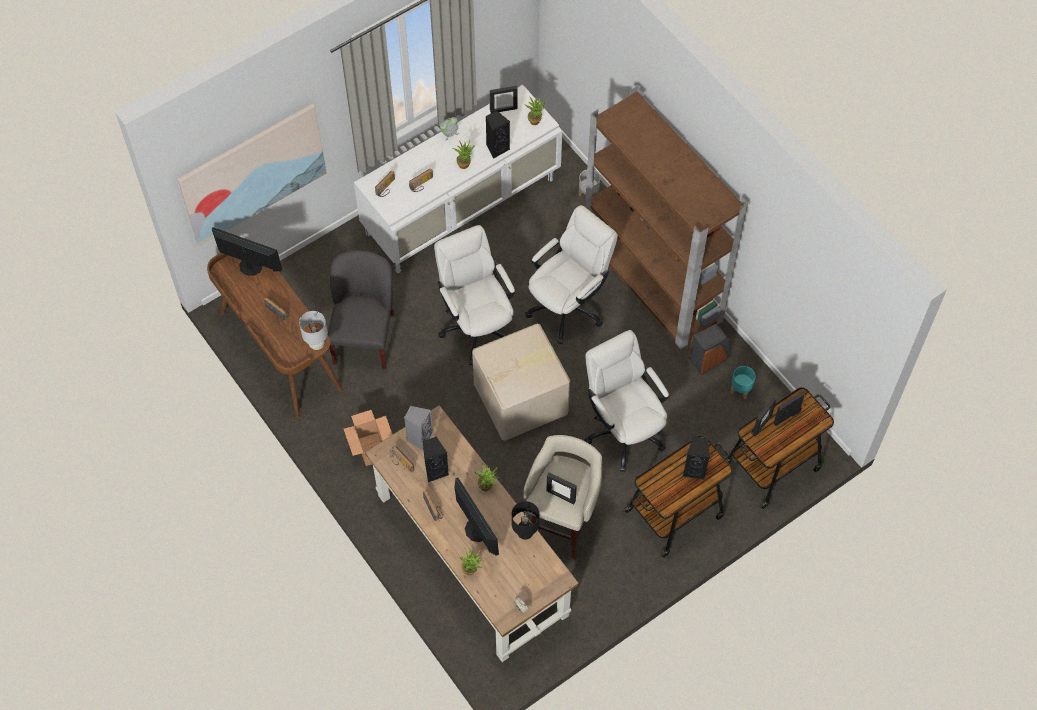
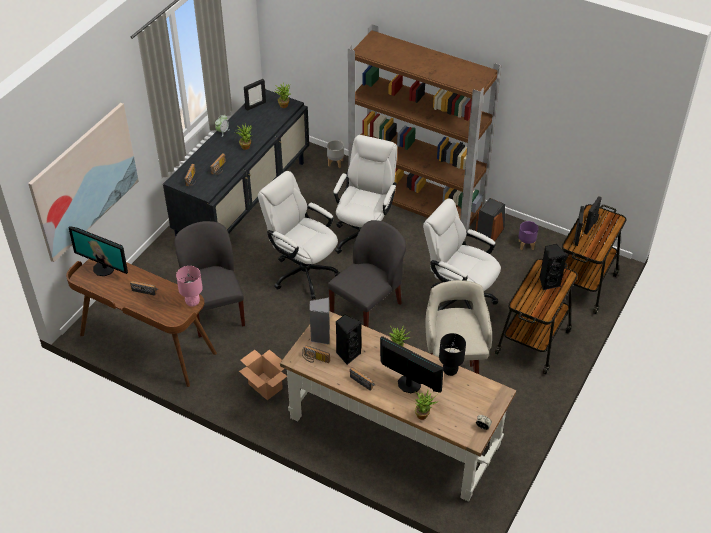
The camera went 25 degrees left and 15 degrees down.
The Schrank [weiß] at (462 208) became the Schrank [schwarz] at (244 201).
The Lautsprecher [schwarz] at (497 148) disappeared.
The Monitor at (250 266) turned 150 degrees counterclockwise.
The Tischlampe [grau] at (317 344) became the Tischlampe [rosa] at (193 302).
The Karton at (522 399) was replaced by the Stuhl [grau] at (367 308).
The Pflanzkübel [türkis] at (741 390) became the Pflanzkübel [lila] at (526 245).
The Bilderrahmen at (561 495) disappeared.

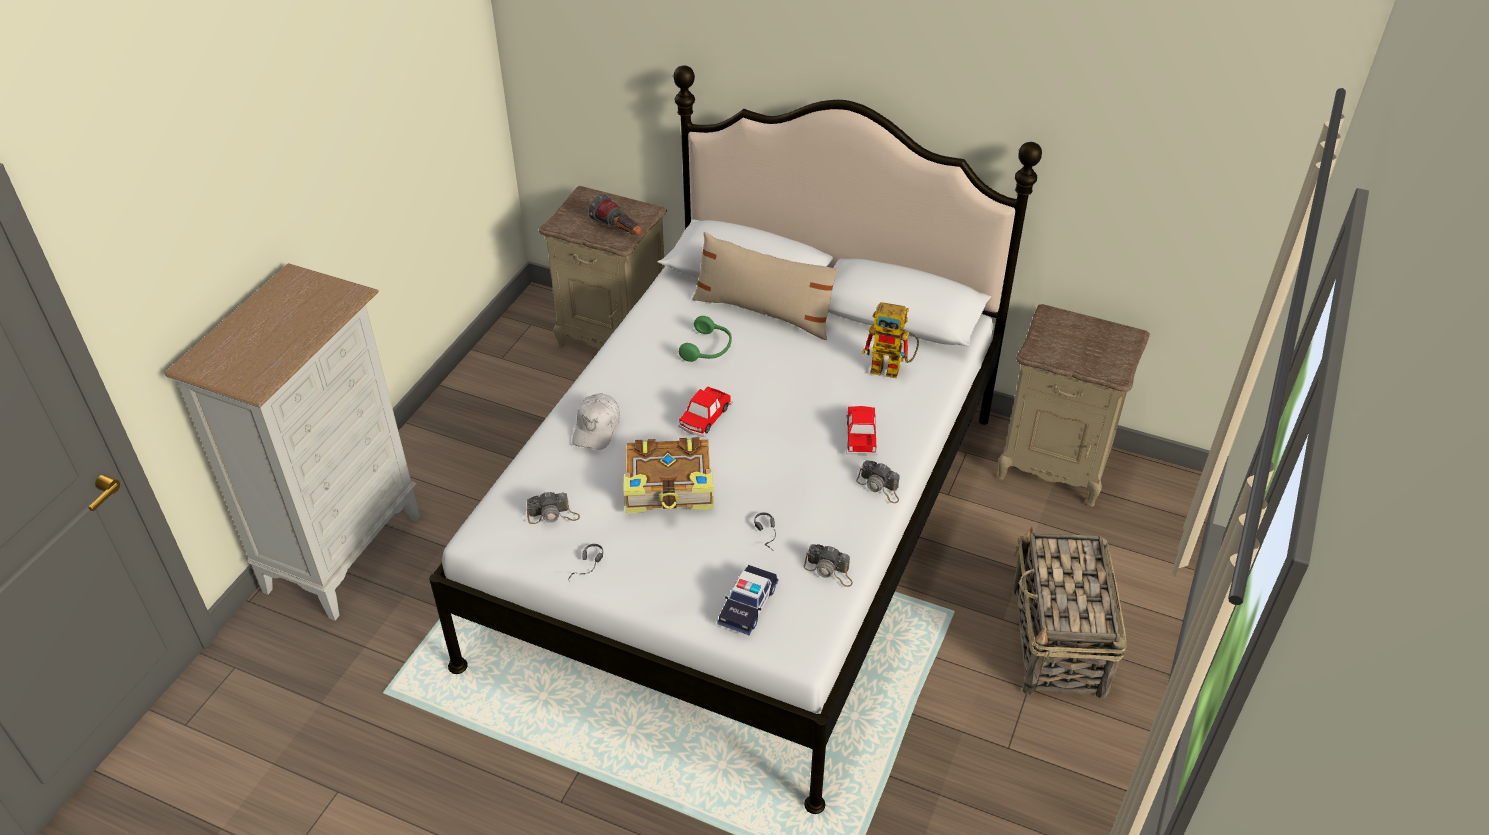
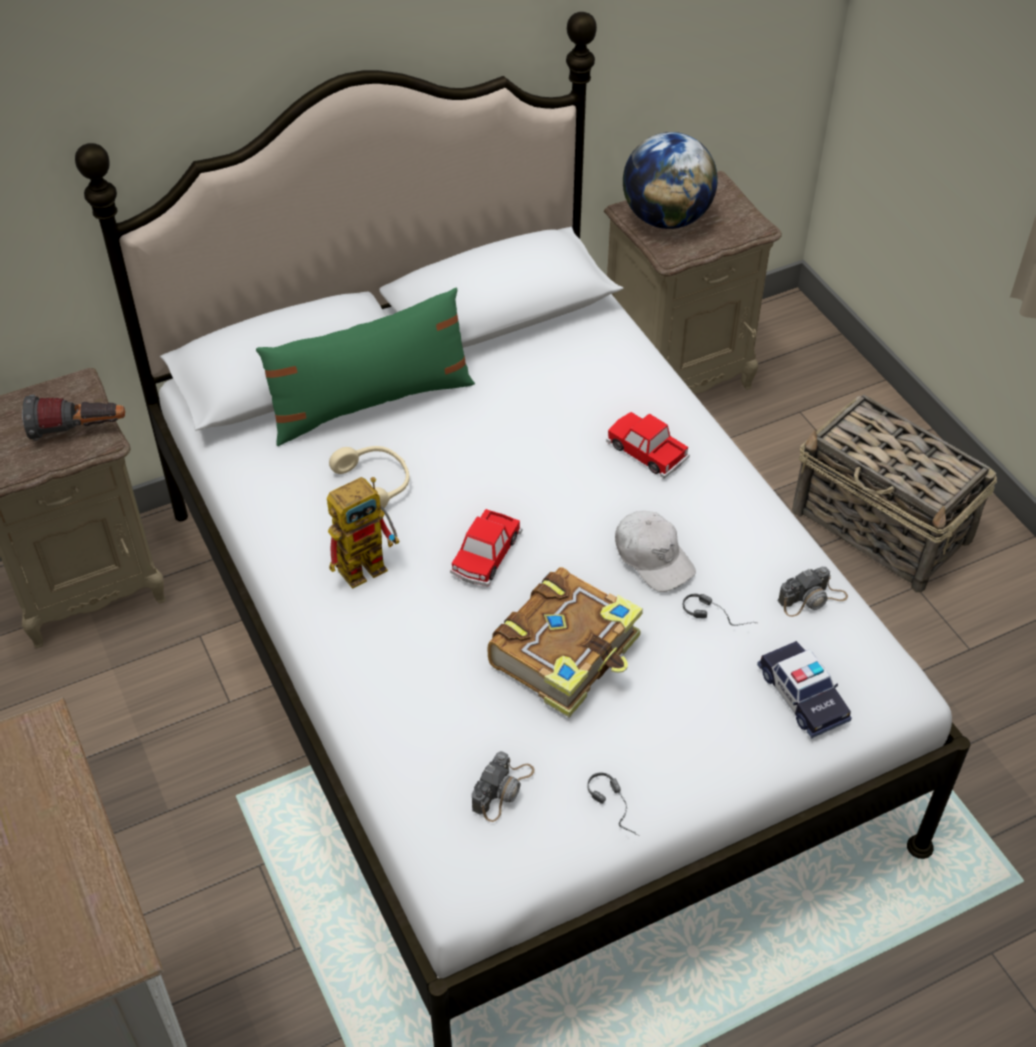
The camera went 50 degrees left and 5 degrees up.
The Kissen [beige] at (763 312) became the Kissen [grün] at (371 403).
The Spielzeugroboter moved from (892 368) to (369 562).
The Kopfhörer [grün] at (708 348) became the Kopfhörer [beige] at (375 483).
The Spielzeugauto at (705 417) turned 45 degrees clockwise.
The Kappe [weiß] moved from (597 428) to (653 558).
The Kamera at (879 487) disappeared.
The Globus at (666 218) appeared.

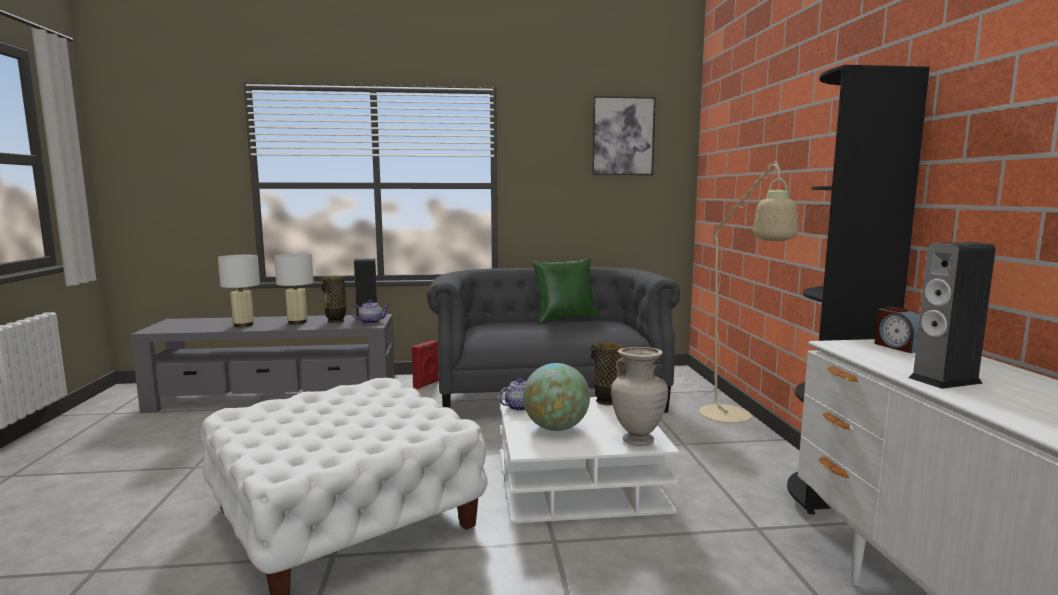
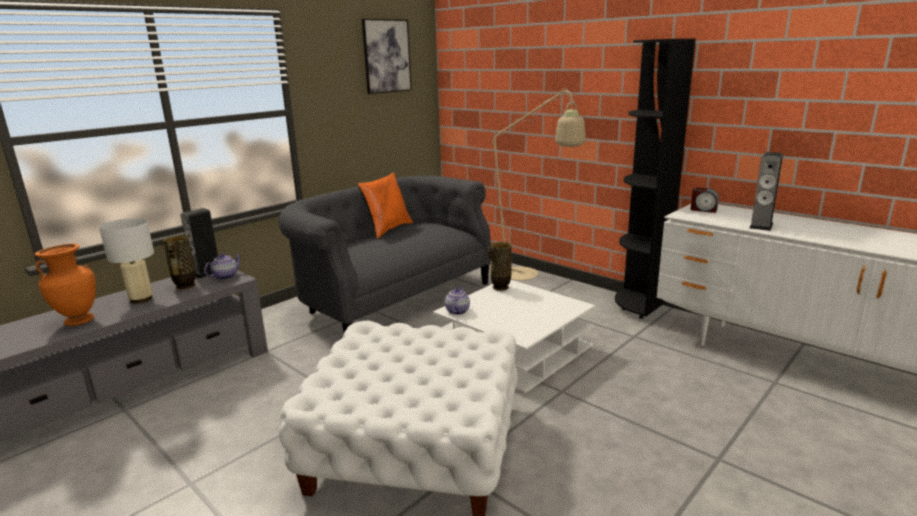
The camera went 40 degrees left and 10 degrees up.
The Tischlampe [weiß] at (244 325) was replaced by the Vase [orange] at (79 321).
The Kissen [grün] at (565 319) became the Kissen [orange] at (388 229).
The Lautsprecher [rot] at (427 384) disappeared.
The Vase [beige] at (638 440) disappeared.
The Globus at (555 428) disappeared.

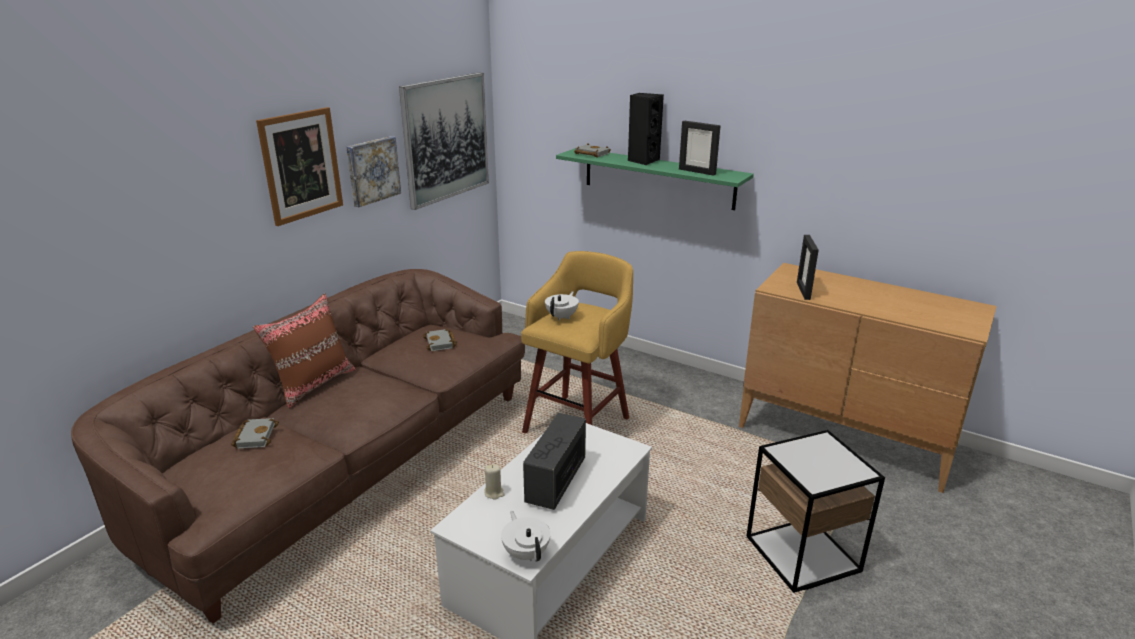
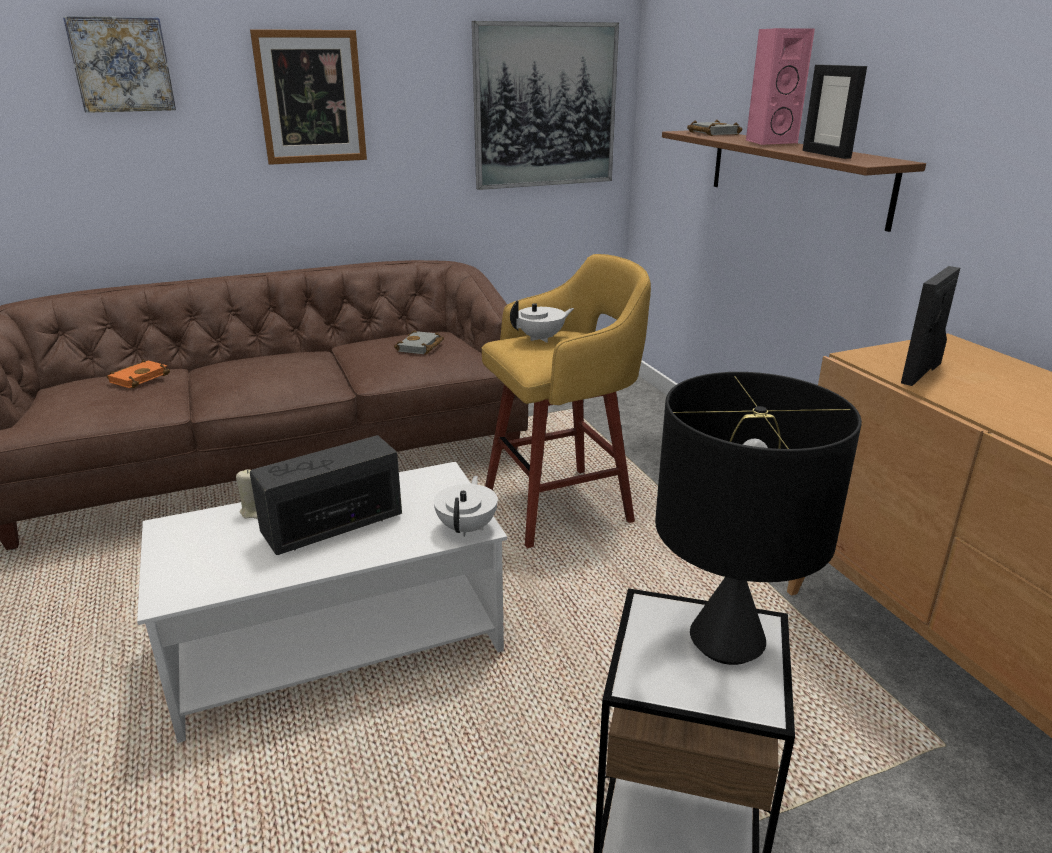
The camera went 35 degrees right and 0 degrees up.
The Lautsprecher [schwarz] at (643 161) became the Lautsprecher [rosa] at (769 142).
The Bild moved from (372 170) to (122 64).
The Wandregal [grün] at (658 178) became the Wandregal [braun] at (795 175).
The Kissen [braun] at (314 384) disappeared.
The Buch [grau] at (255 436) became the Buch [orange] at (139 377).
The Teekanne [weiß] moved from (526 552) to (467 527).
The Tischlampe [schwarz] at (726 644) appeared.

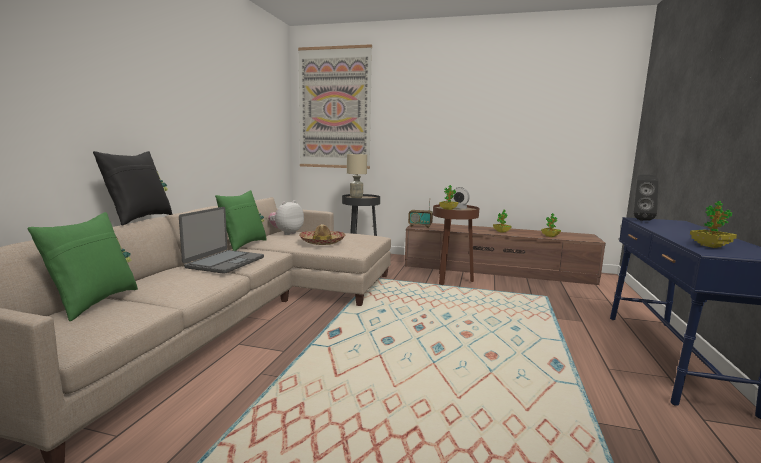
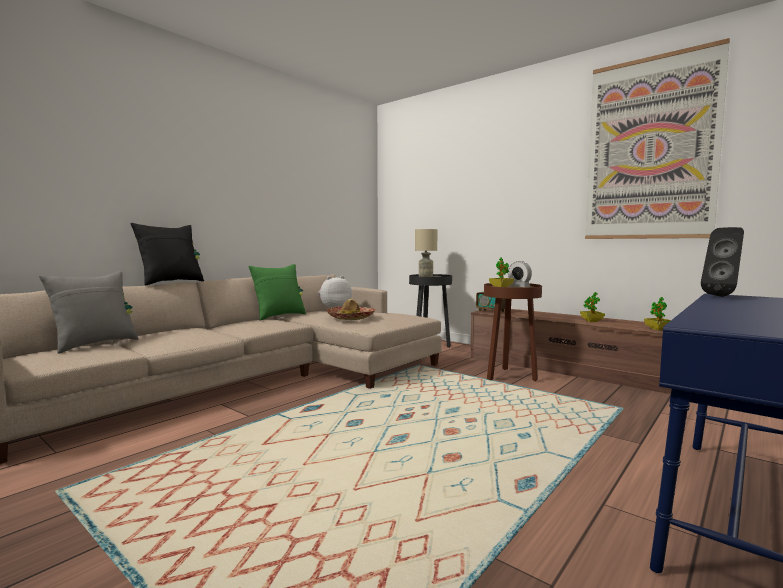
The camera went 25 degrees right and 5 degrees down.
The Bild moved from (334 108) to (650 149).
The Topfpflanze at (710 246) disappeared.
The Laptop at (224 262) disappeared.
The Kissen [grün] at (95 303) became the Kissen [grau] at (95 345).

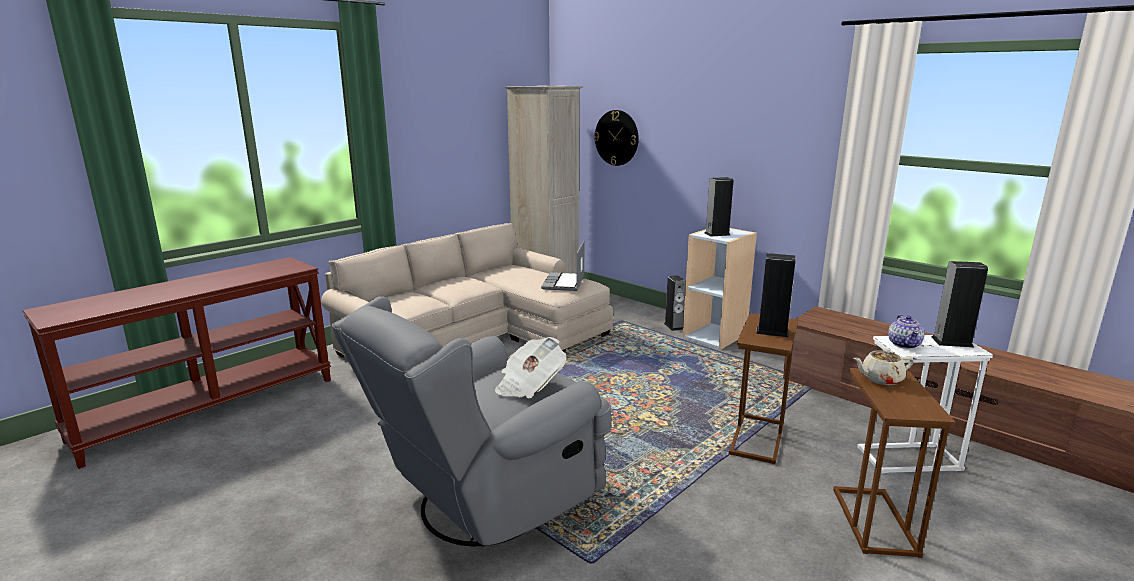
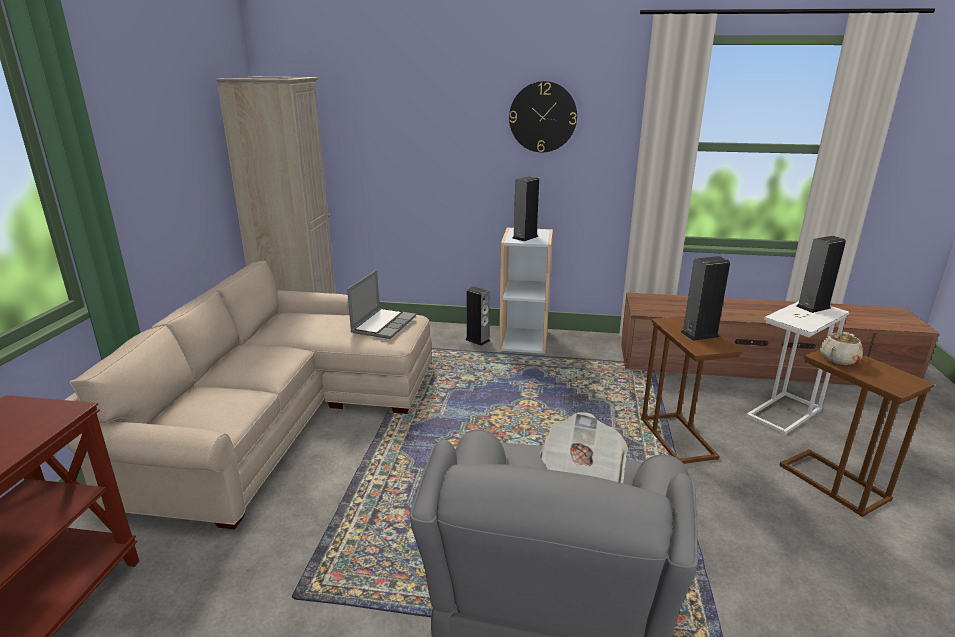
The camera went 35 degrees left and 5 degrees up.
The Wanduhr moved from (616 138) to (543 117).
The Laptop at (564 283) turned 135 degrees counterclockwise.
The Teekanne at (904 344) disappeared.

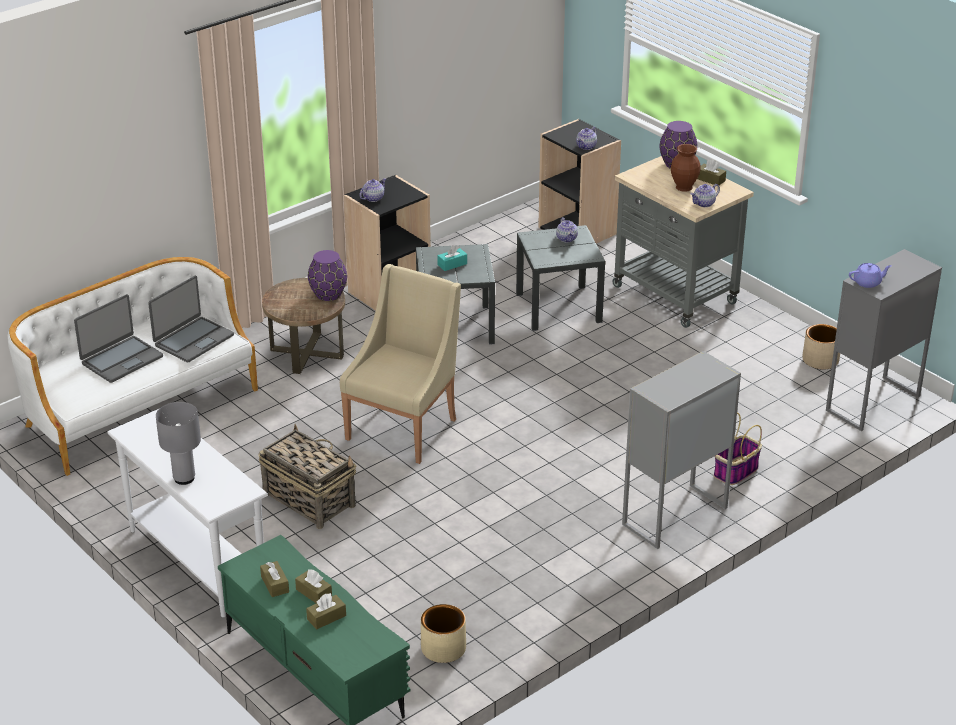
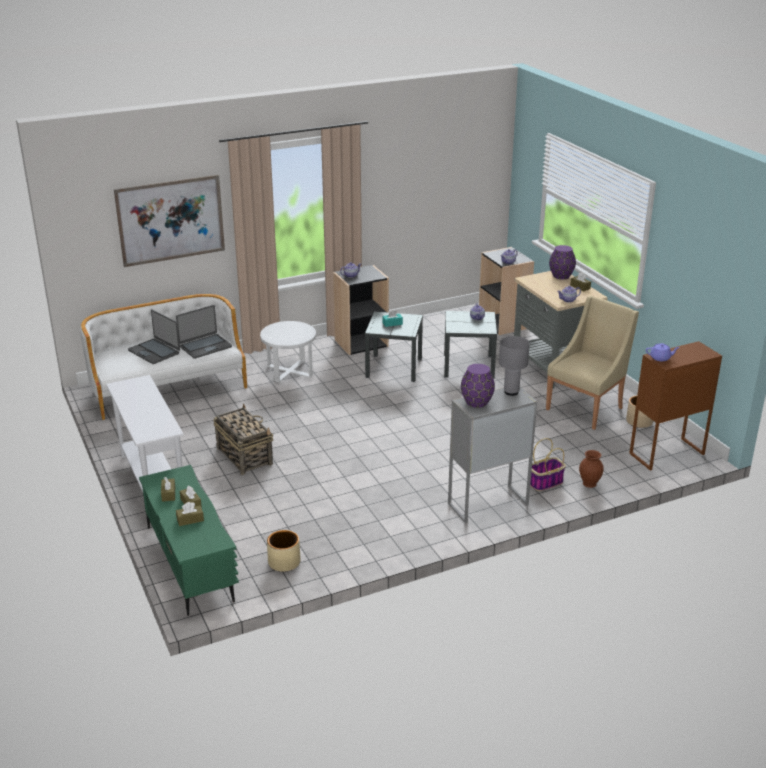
The camera went 15 degrees right and 5 degrees down.
The Vase [braun] moved from (683 187) to (589 483).
The Schrank [grau] at (870 403) became the Schrank [braun] at (665 453).
The Vase [lila] moved from (329 294) to (477 402).
The Sessel [beige] moved from (404 427) to (586 408).
The Beistelltisch [braun] at (307 353) became the Beistelltisch [weiß] at (290 371).
The Laptop at (121 360) turned 75 degrees clockwise.
The Tischlampe [grau] moved from (184 478) to (511 392).
The Bild at (171 220) appeared.

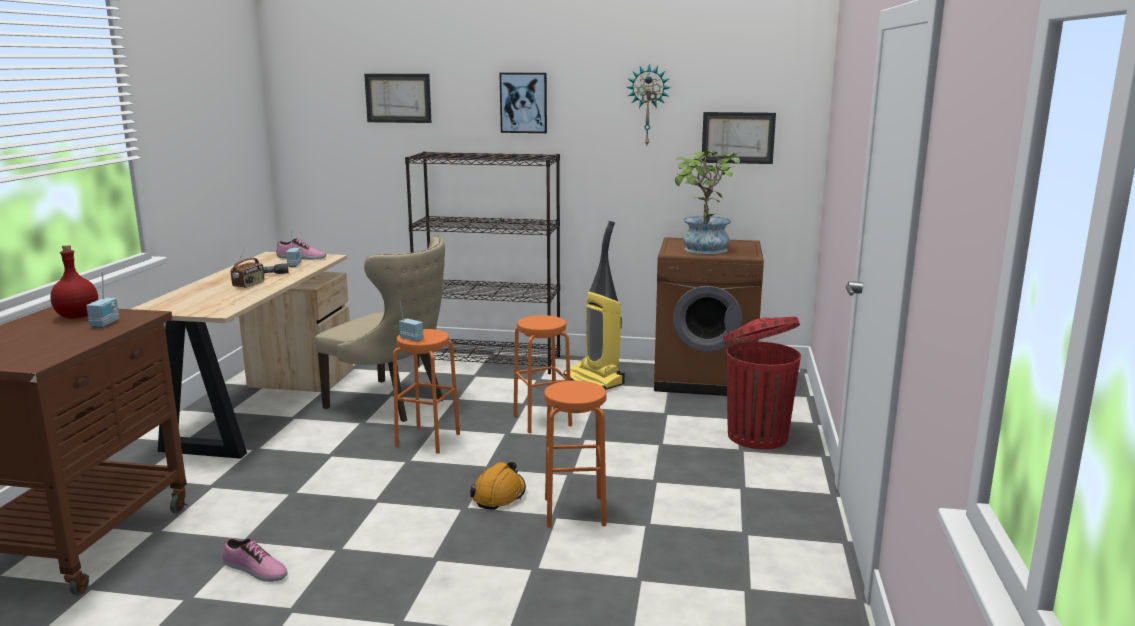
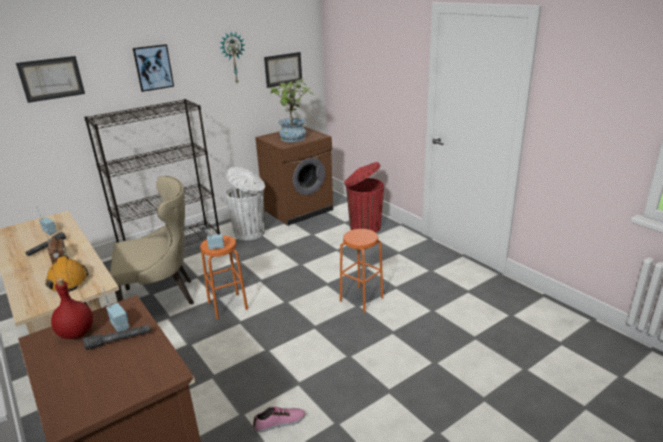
The camera went 45 degrees left and 10 degrees up.
The Staubsauger at (595 381) was replaced by the Mülleimer [weiß] at (250 233).
The Schuh at (301 258) disappeared.
The Hocker [orange] at (542 420) disappeared.
The Schutzhelm [orange] moved from (499 495) to (68 280).
The Taschenlampe [grau] at (119 340) appeared.

